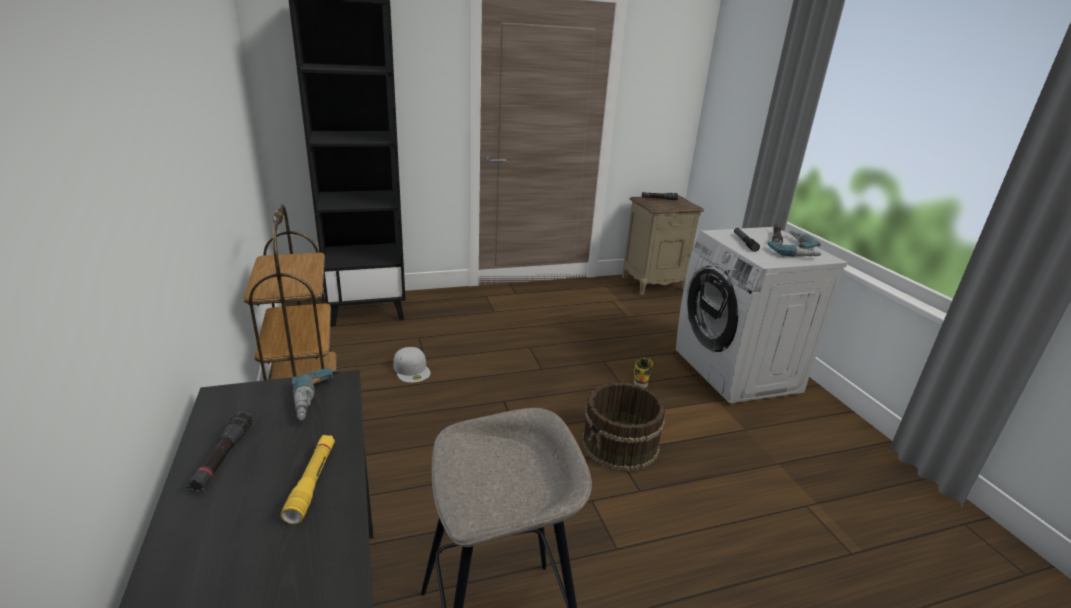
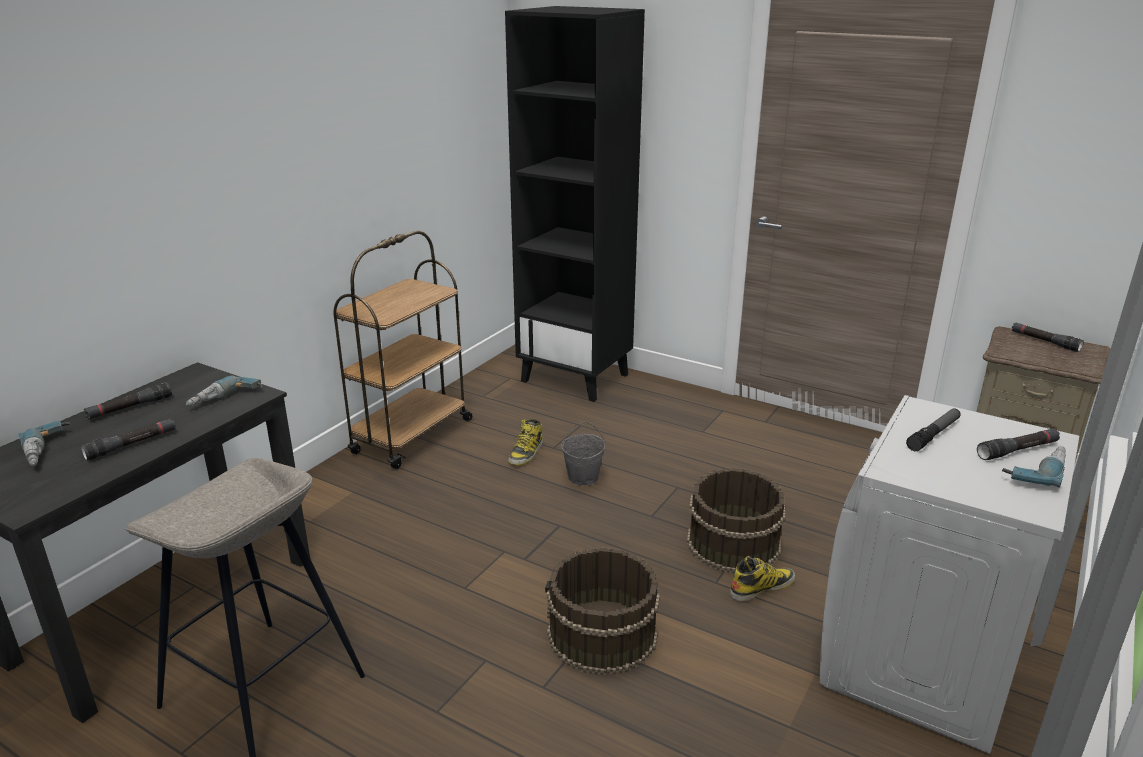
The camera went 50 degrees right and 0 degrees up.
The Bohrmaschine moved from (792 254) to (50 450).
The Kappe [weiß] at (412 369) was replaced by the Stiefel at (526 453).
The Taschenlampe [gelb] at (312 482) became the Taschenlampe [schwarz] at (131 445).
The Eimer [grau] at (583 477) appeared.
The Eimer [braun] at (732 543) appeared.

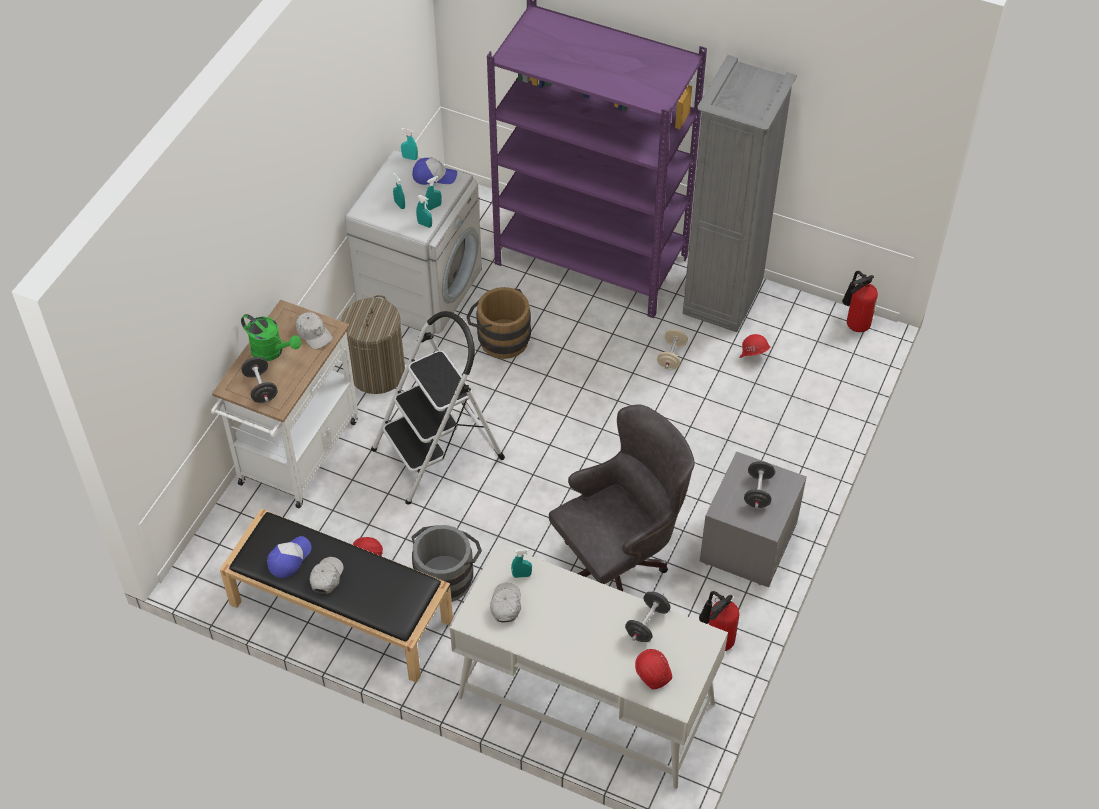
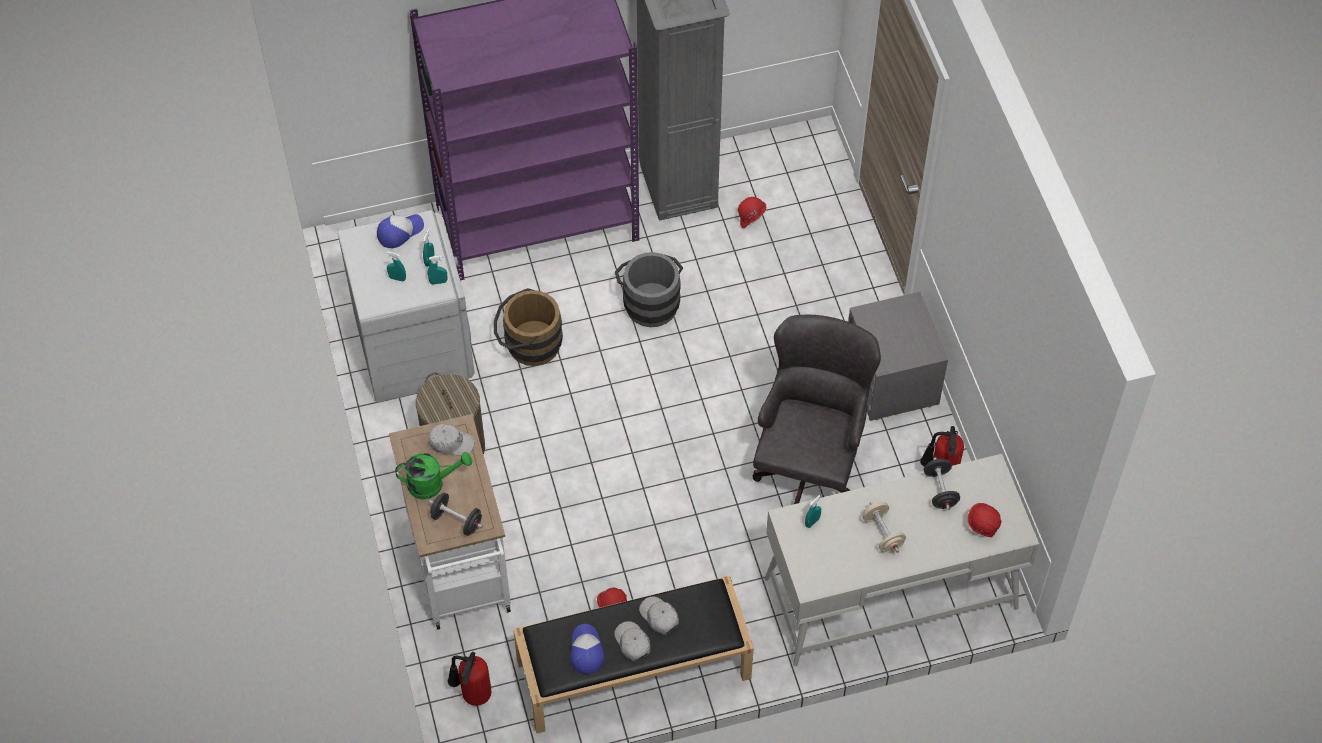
The camera went 40 degrees left and 5 degrees up.
The Sprühflasche [türkis] at (409 158) disappeared.
The Feuerlöscher moved from (854 324) to (472 695).
The Trittleiter at (441 453) disappeared.
The Hantel [beige] moved from (671 356) to (882 534).
The Hantel [schwarz] at (758 492) disappeared.
The Eimer [grau] moved from (446 575) to (649 301).
The Kappe [weiß] moved from (505 605) to (659 617).

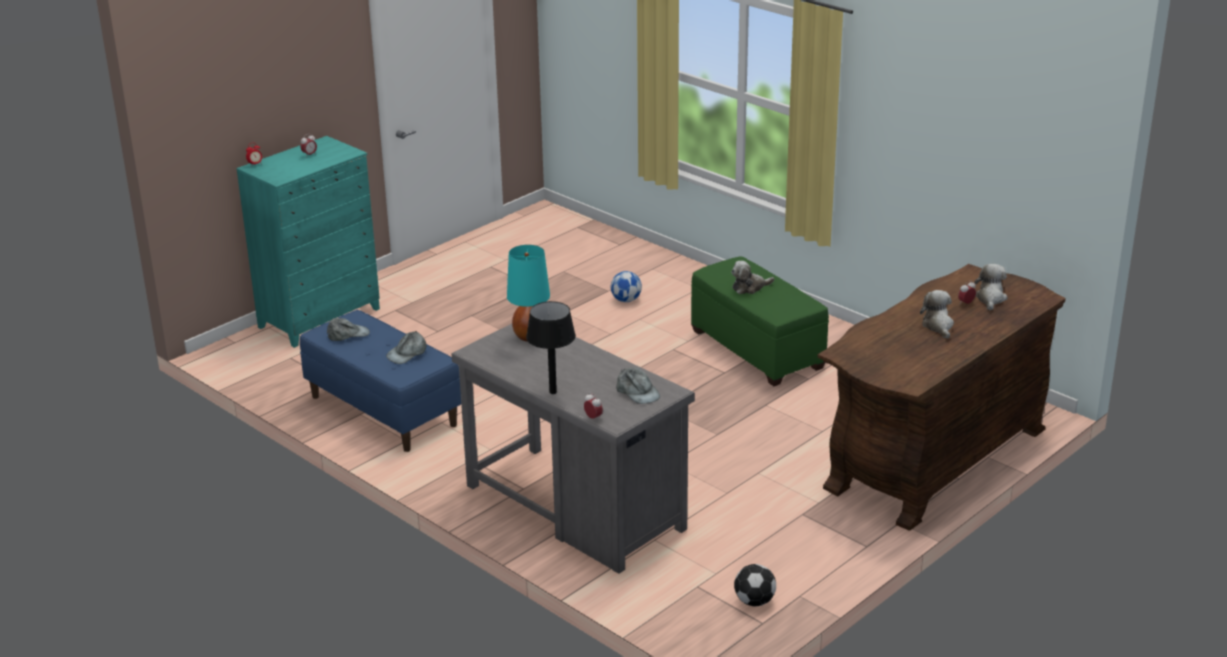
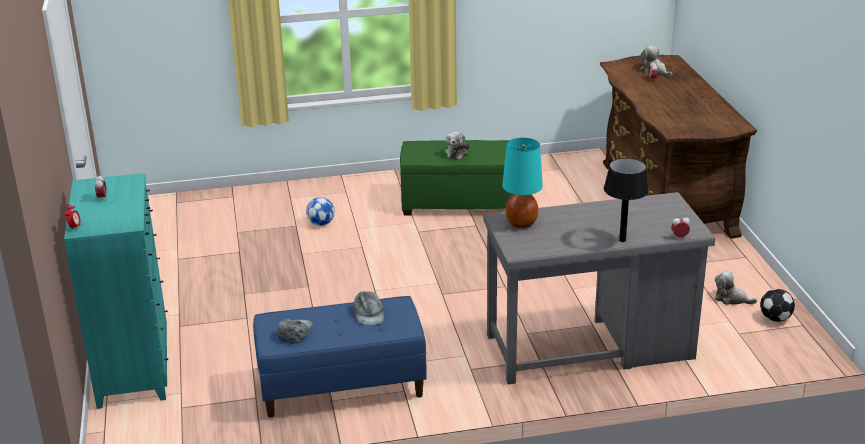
The camera went 55 degrees left and 0 degrees up.
The Plüschtier moved from (938 326) to (731 299).
The Kappe [grau] at (637 392) disappeared.

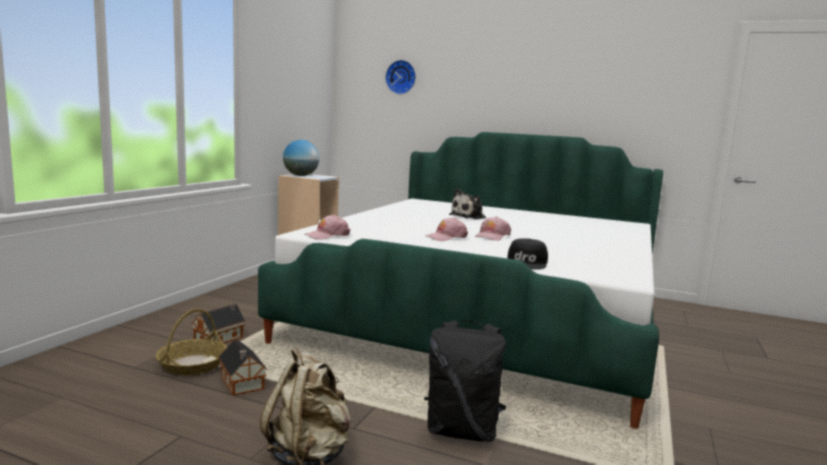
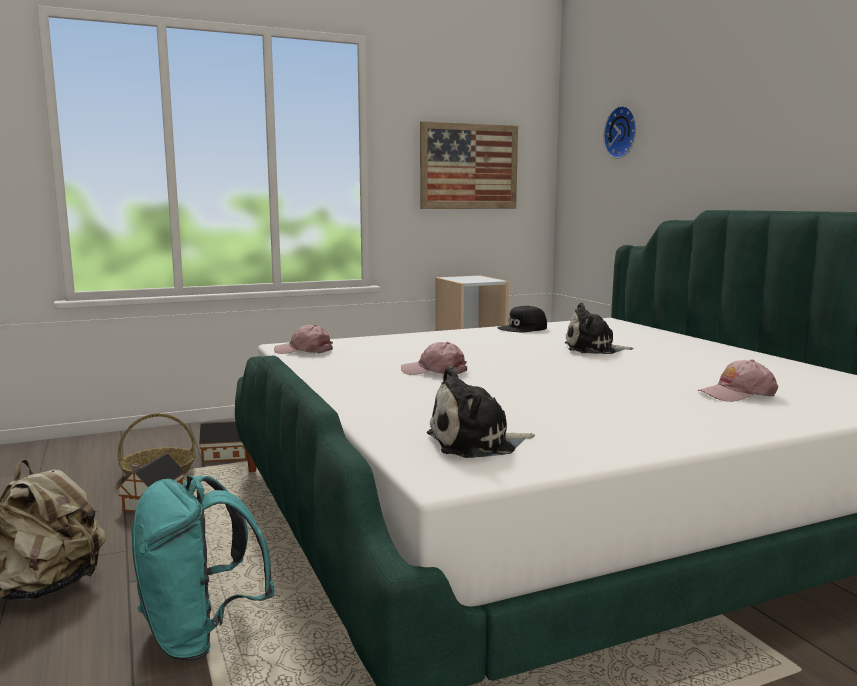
The camera went 45 degrees right and 0 degrees up.
The Globus at (301 175) disappeared.
The Kappe [rosa] moved from (492 236) to (737 394).
The Kappe [schwarz] moved from (527 263) to (523 328).
The Rucksack [schwarz] at (462 431) became the Rucksack [türkis] at (200 636).
The Bild at (469 166) appeared.
The Plüschtier at (476 443) appeared.

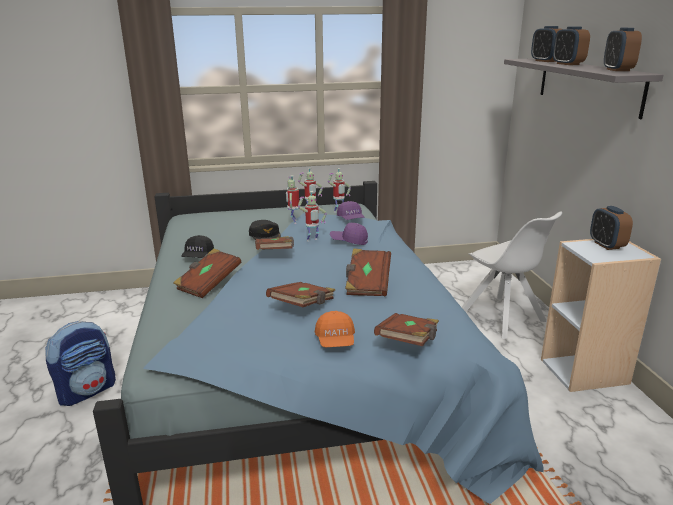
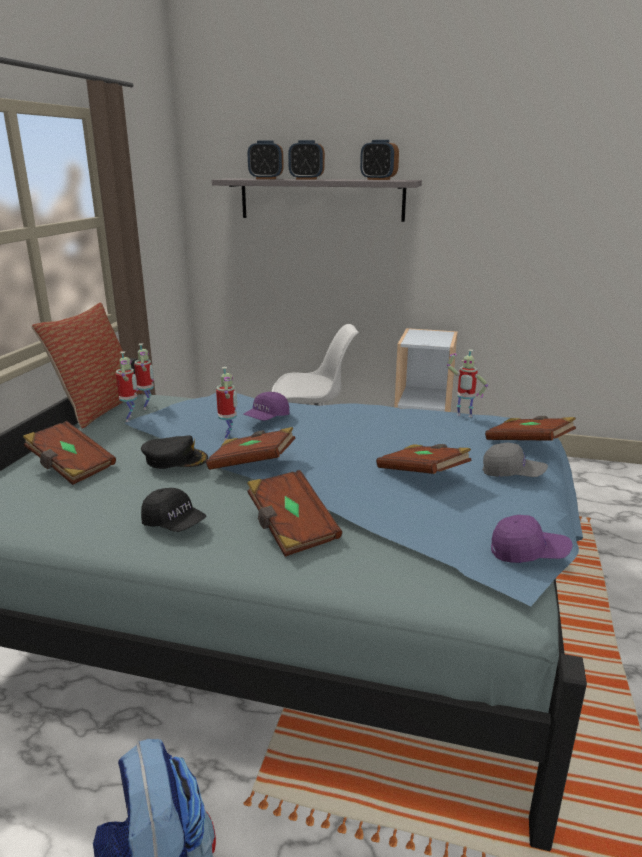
The camera went 65 degrees left and 0 degrees up.
The Spielzeugroboter moved from (293 222) to (463 416).
The Kappe [lila] moved from (351 219) to (528 553).
The Wecker at (606 245) disappeared.
The Buch [braun] moved from (367 284) to (71 467).
The Kappe [orange] at (335 341) became the Kappe [grau] at (512 473).
The Kissen at (99 408) appeared.

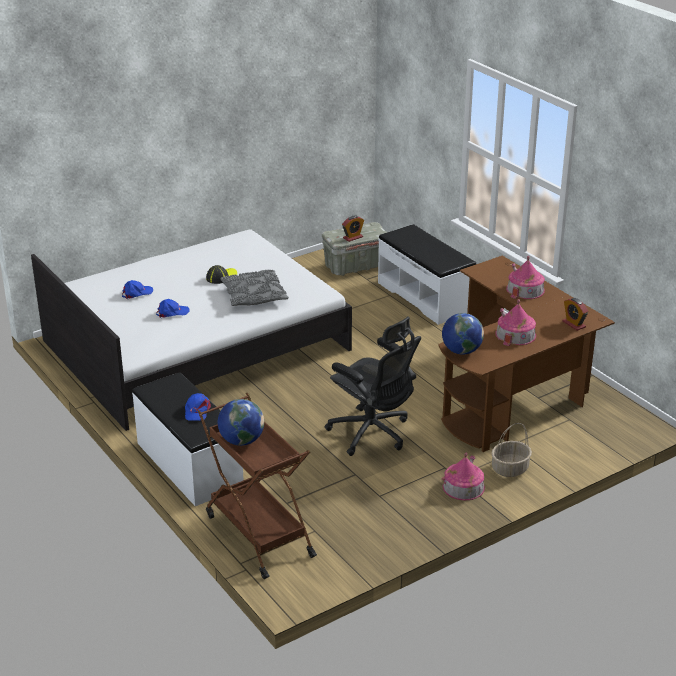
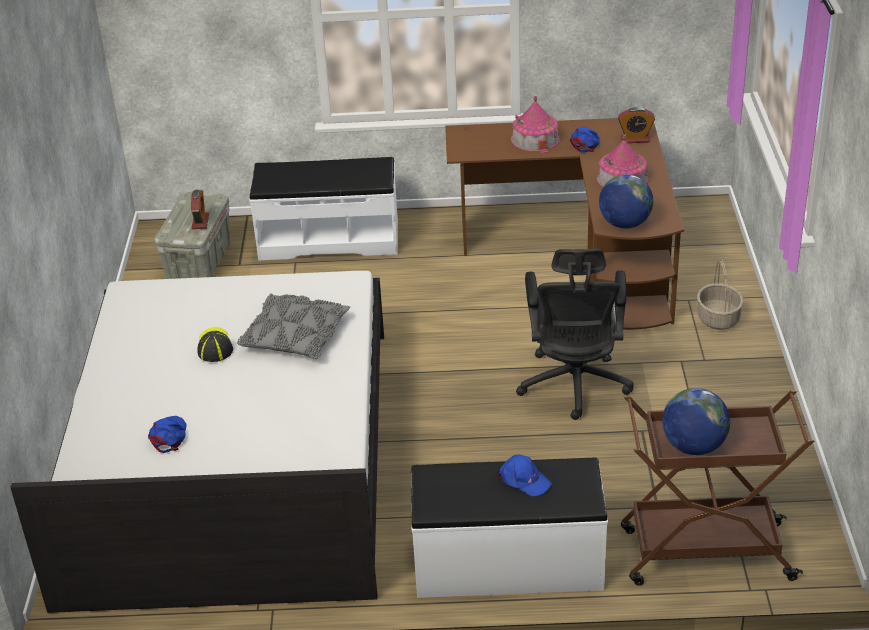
The camera went 55 degrees left and 5 degrees up.
The Kappe [blau] moved from (172 312) to (585 143).
The Bürostuhl at (372 434) turned 105 degrees clockwise.
The Spielzeughaus at (463 487) disappeared.

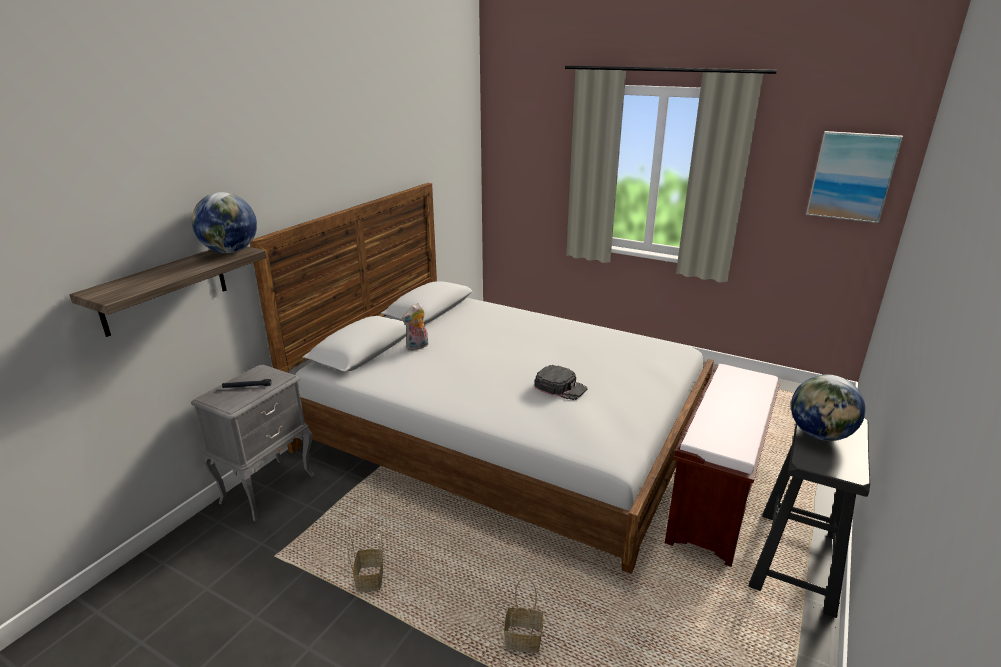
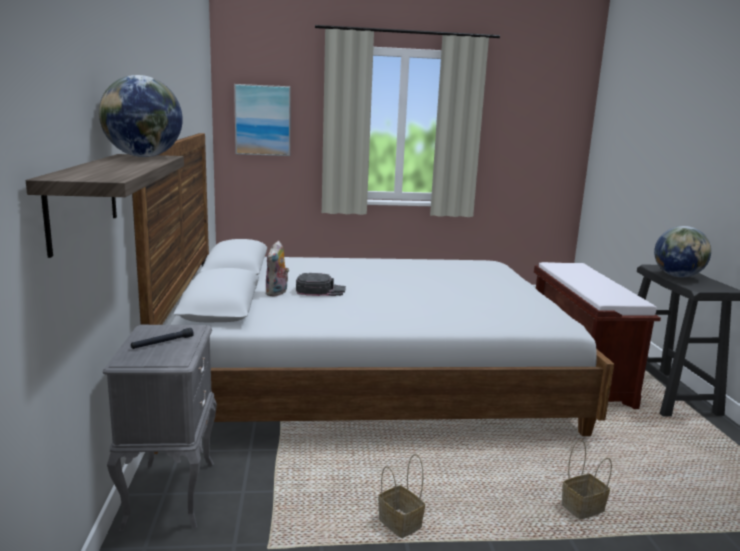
The camera went 35 degrees left and 10 degrees down.
The Bild moved from (852 176) to (263 120).
The Kappe [schwarz] moved from (561 387) to (320 290).

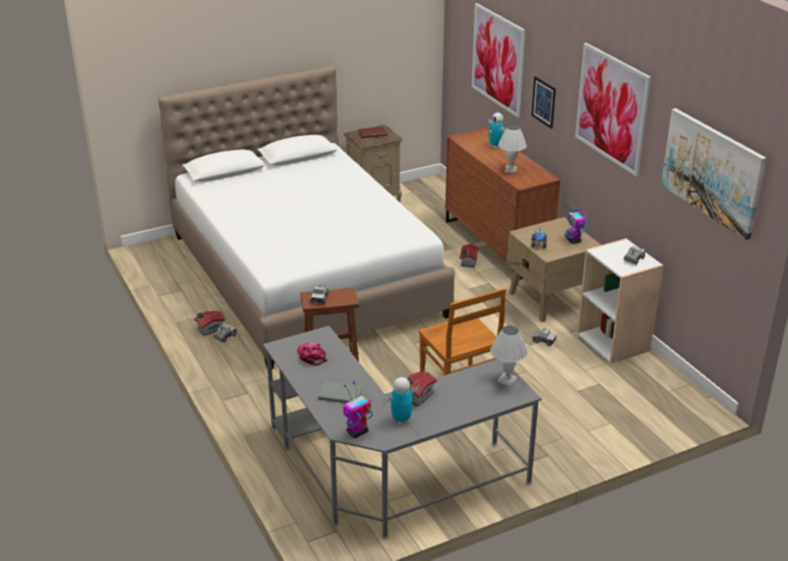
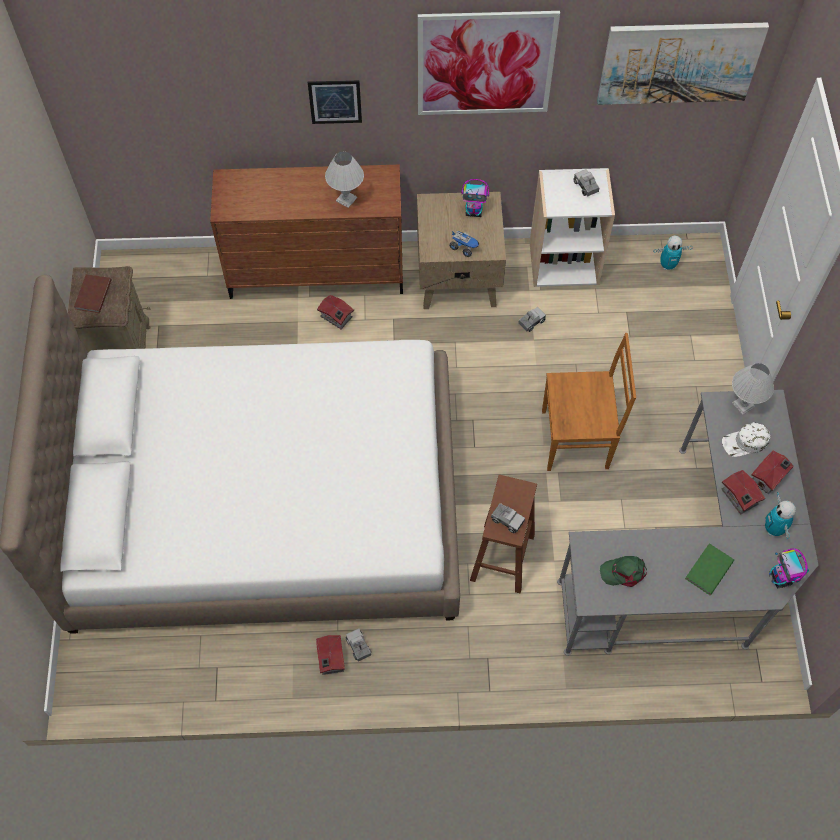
The camera went 65 degrees left and 30 degrees up.
The Bild at (498 59) disappeared.
The Spielzeugroboter moved from (496 146) to (668 265).
The Kappe [rosa] at (311 356) became the Kappe [grün] at (624 572).
The Buch [grau] at (340 394) became the Buch [grün] at (707 570).
The Kappe [weiß] at (745 442) appeared.
The Spielzeughaus at (769 477) appeared.

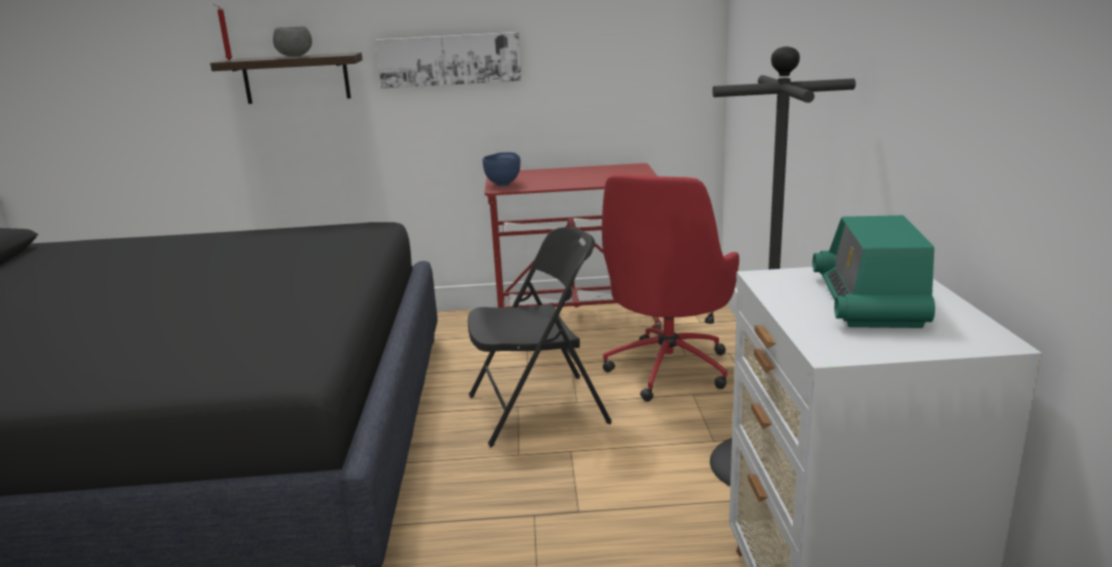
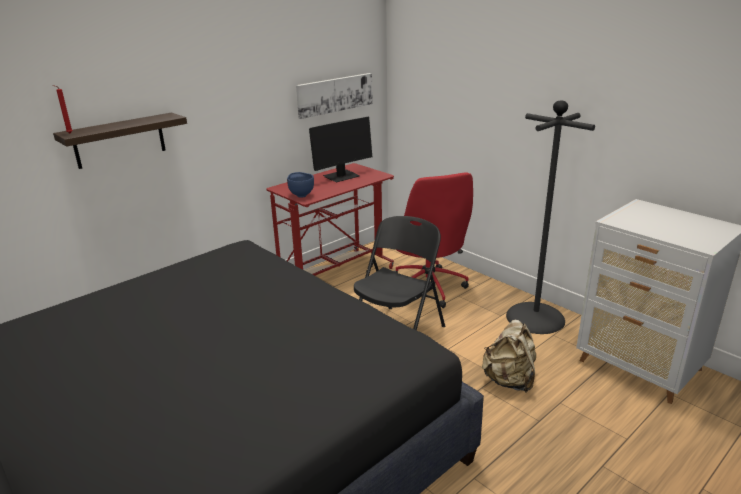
The camera went 40 degrees left and 5 degrees up.
The Schüssel [grau] at (295 56) disappeared.
The Bild moved from (449 60) to (335 94).
The Radio at (868 301) disappeared.
The Monitor at (341 177) appeared.
The Rucksack [beige] at (509 381) appeared.

